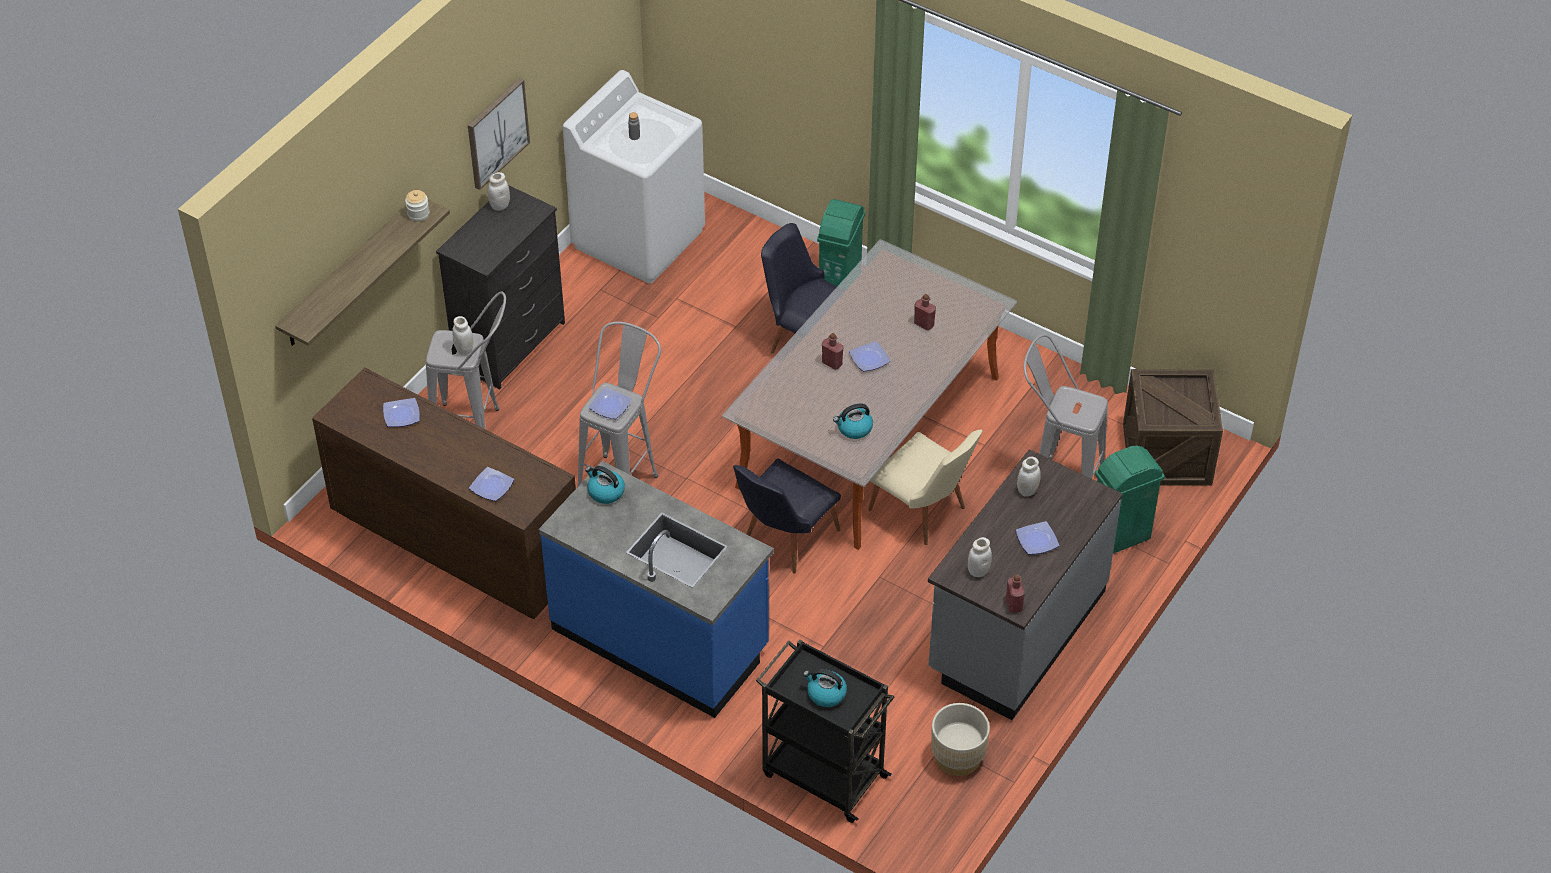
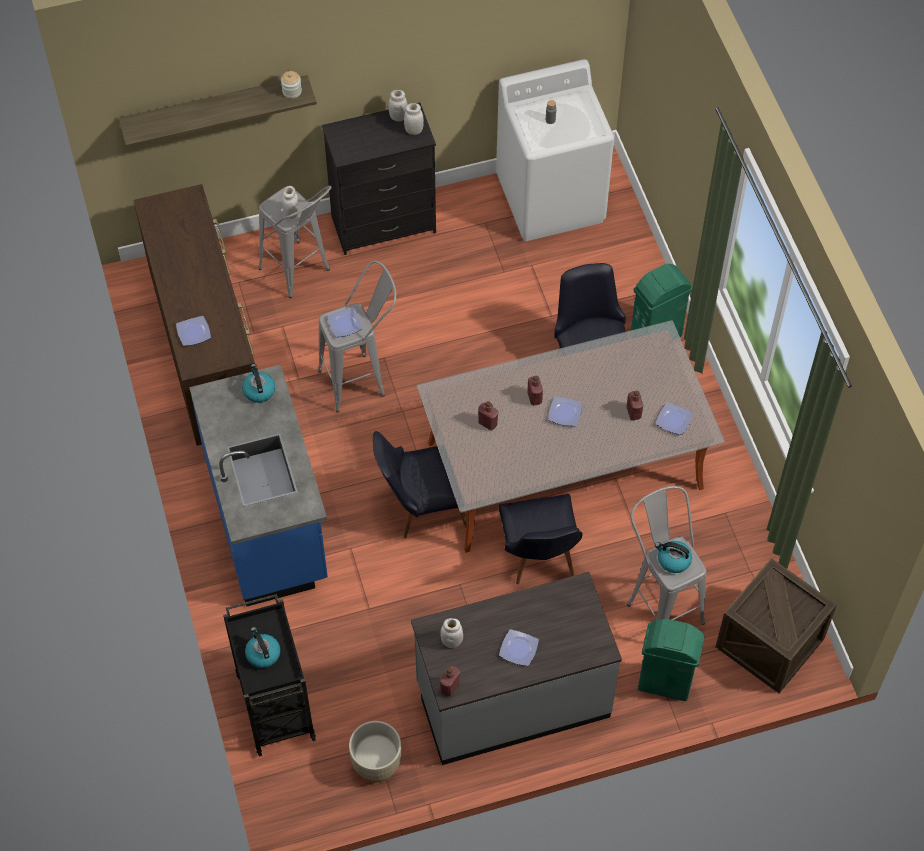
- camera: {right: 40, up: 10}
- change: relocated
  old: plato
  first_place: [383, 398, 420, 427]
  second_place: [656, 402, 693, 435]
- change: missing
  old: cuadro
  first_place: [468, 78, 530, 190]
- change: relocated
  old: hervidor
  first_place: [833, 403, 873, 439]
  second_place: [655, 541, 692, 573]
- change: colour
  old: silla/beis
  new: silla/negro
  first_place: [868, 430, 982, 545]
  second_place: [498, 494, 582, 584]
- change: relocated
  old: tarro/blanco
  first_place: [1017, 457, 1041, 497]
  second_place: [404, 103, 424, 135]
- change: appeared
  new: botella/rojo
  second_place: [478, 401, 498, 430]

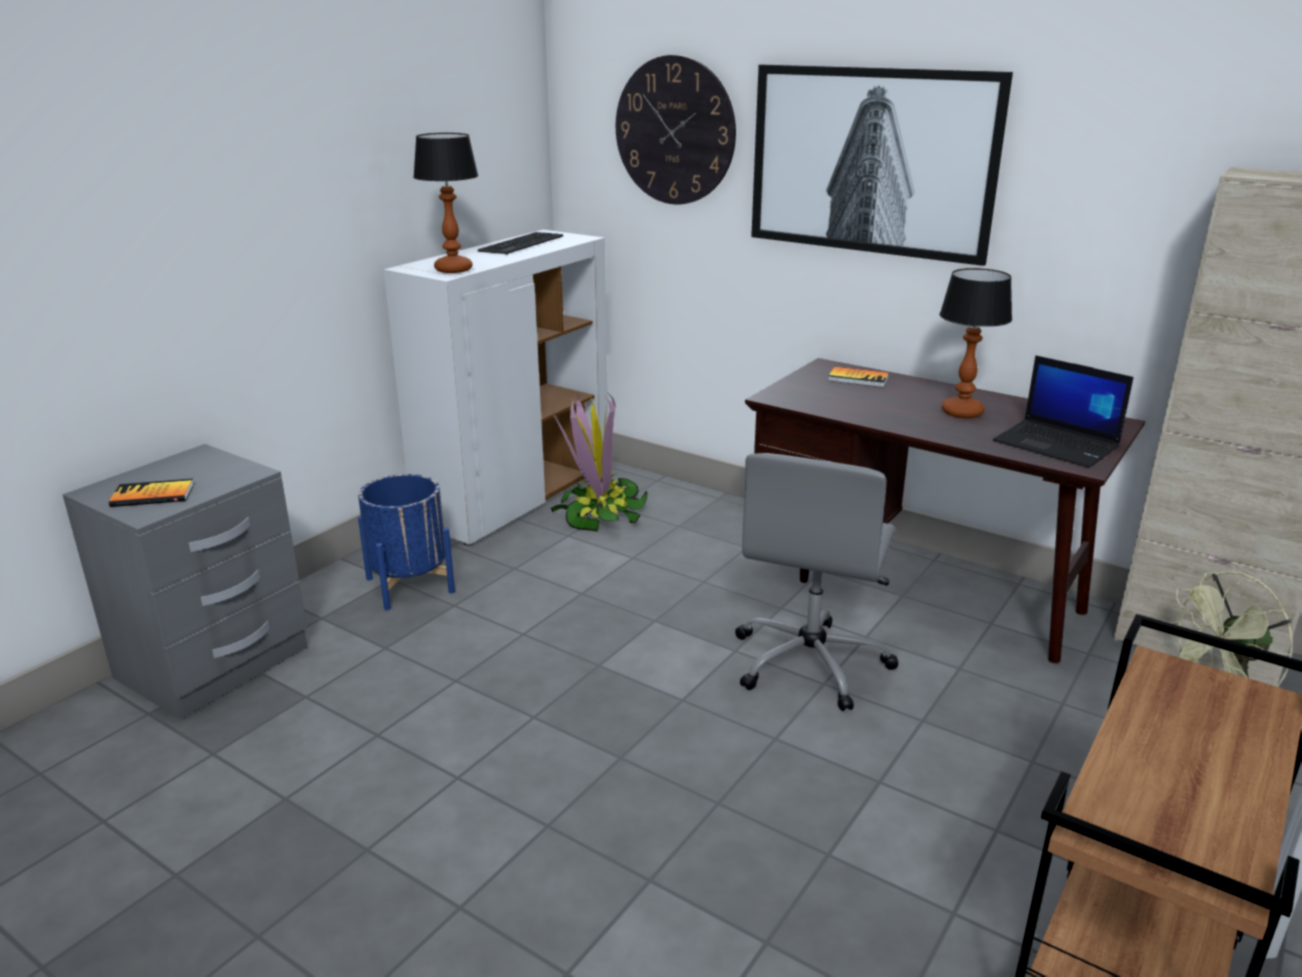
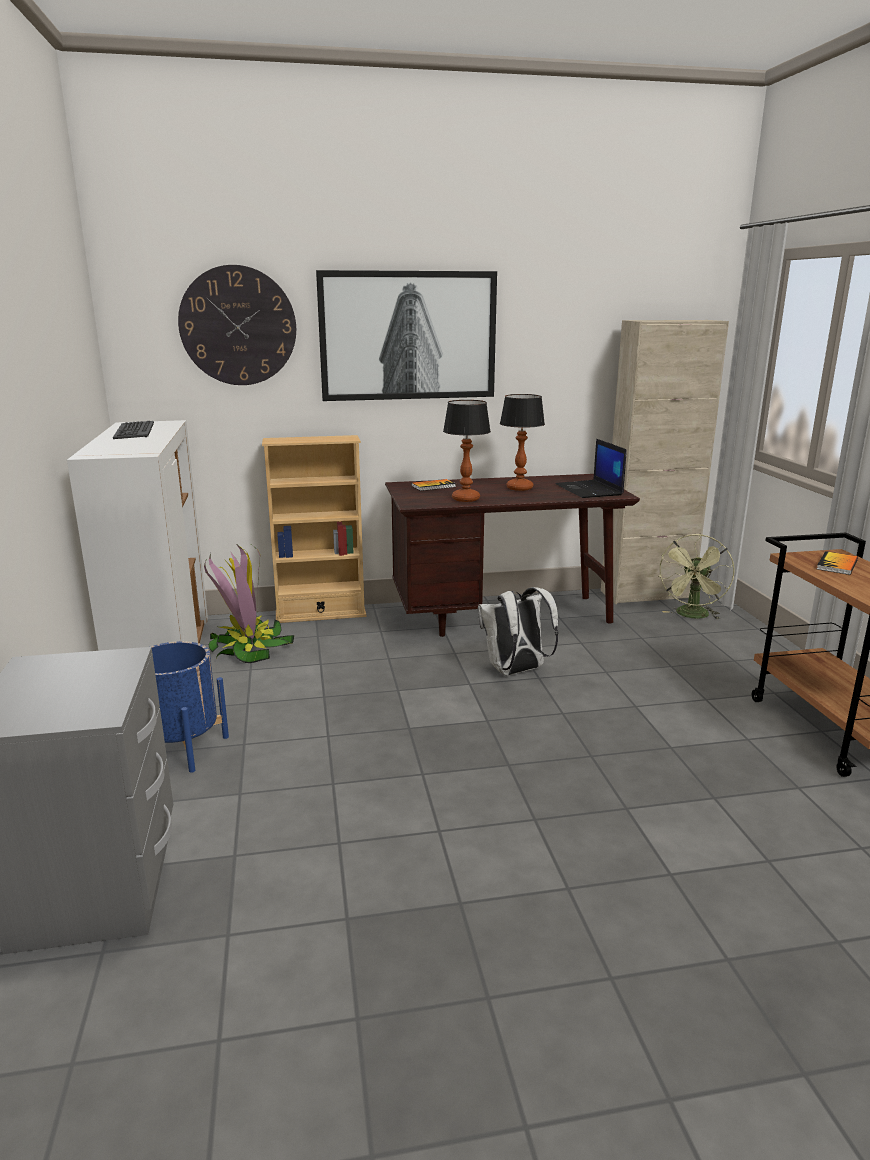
- camera: {right: -45, up: -5}
- change: relocated
  old: libro
  first_place: [109, 479, 194, 507]
  second_place: [817, 551, 858, 575]
- change: relocated
  old: lámpara de mesa
  first_place: [413, 133, 478, 273]
  second_place: [443, 400, 491, 502]
- change: exchanged
  old: silla de oficina/gris
  new: mochila/blanco
  first_place: [735, 453, 899, 711]
  second_place: [478, 587, 559, 675]
- change: spun
  old: portátil
  first_place: [993, 355, 1133, 468]
  second_place: [556, 439, 627, 498]
  degrees: 75
- change: appeared
  new: estantería/beis
  second_place: [262, 435, 366, 623]

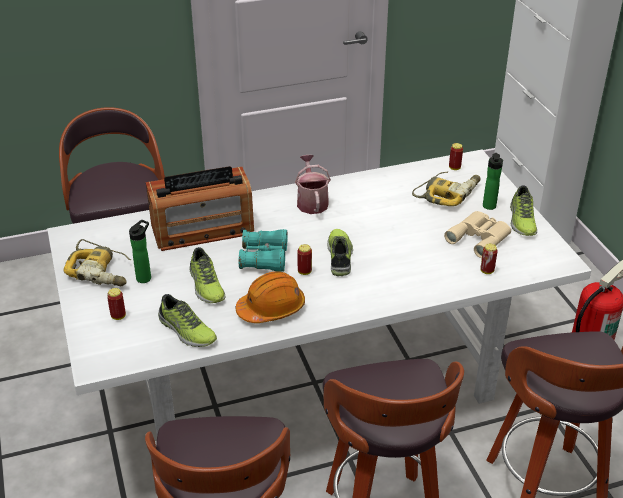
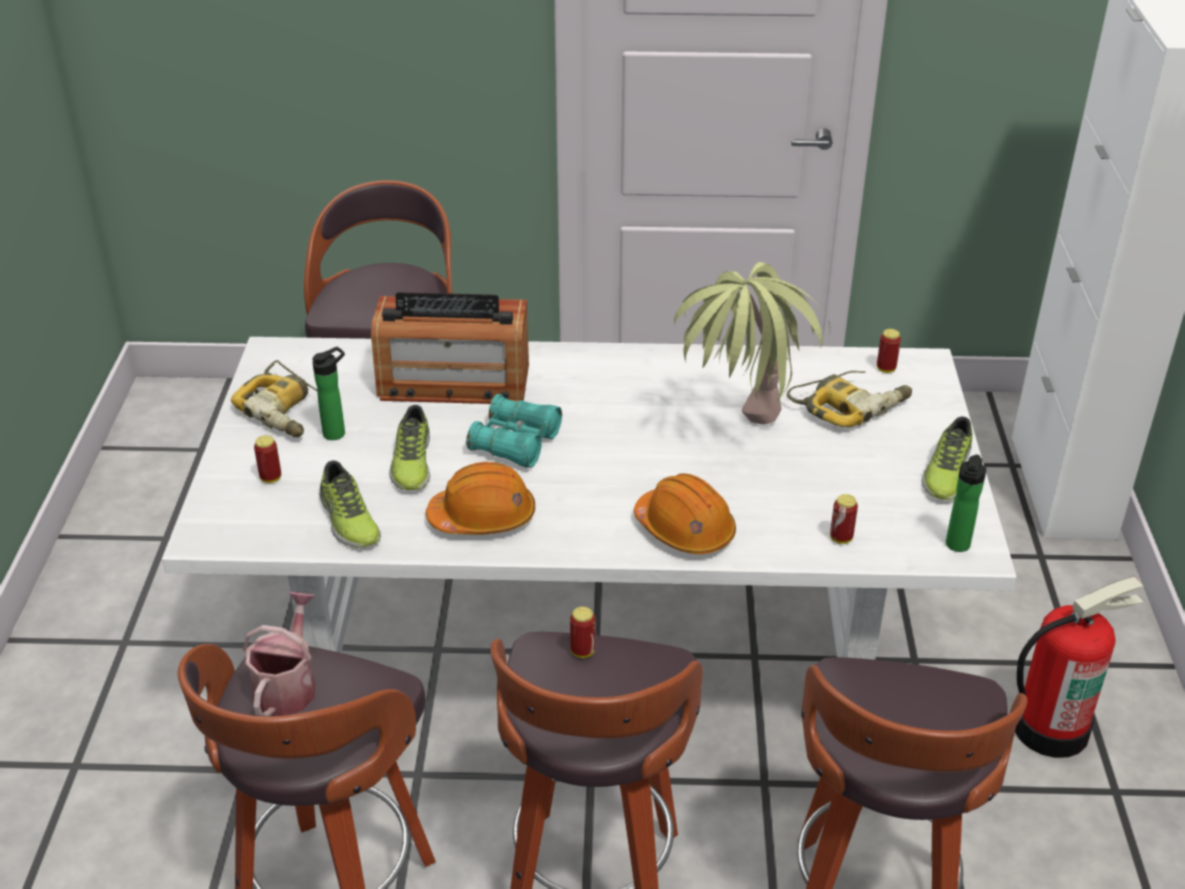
- camera: {right: 20, up: 0}
- change: relocated
  old: regadera
  first_place: [295, 155, 331, 214]
  second_place: [243, 592, 315, 716]
- change: relocated
  old: lata
  first_place: [297, 244, 312, 275]
  second_place: [570, 606, 596, 658]
- change: missing
  old: zapato
  first_place: [327, 229, 353, 276]
- change: missing
  old: prismáticos/beis
  first_place: [444, 211, 511, 258]
- change: relocated
  old: botella
  first_place: [483, 153, 503, 210]
  second_place: [946, 454, 987, 552]
- change: appeared
  new: casco/naranja
  second_place: [634, 473, 736, 554]
- change: appeared
  new: planta en maceta
  second_place: [674, 262, 830, 424]

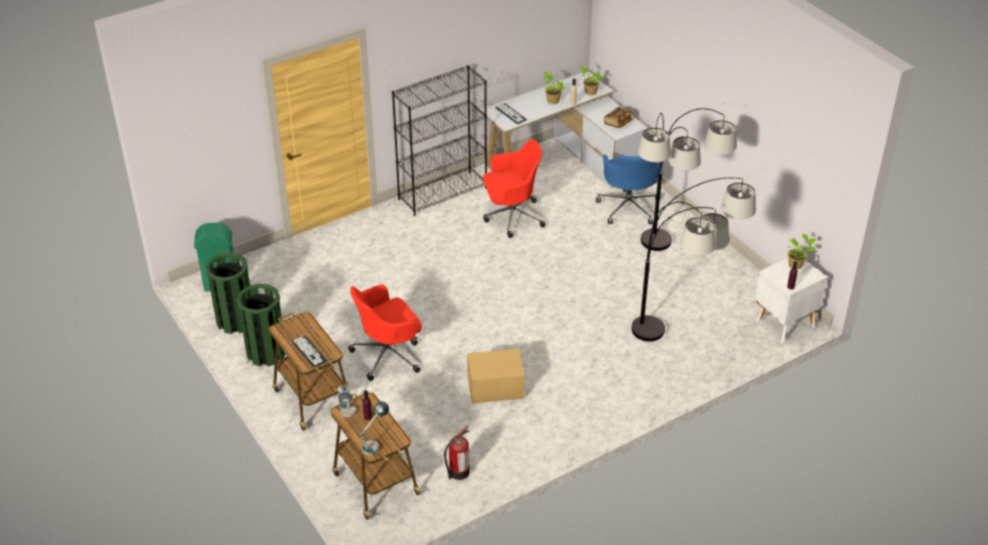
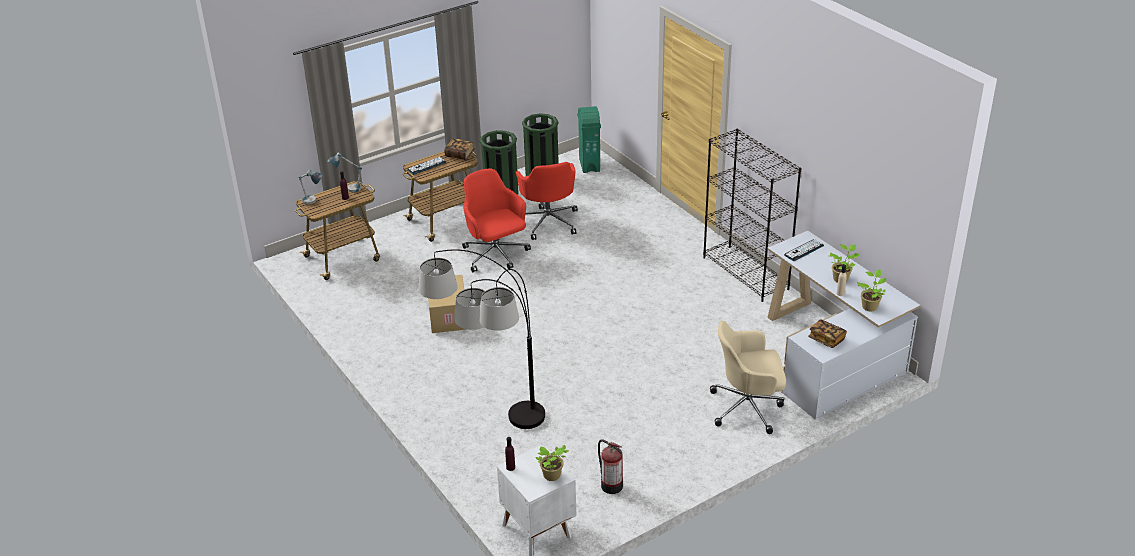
- camera: {right: 90, up: -5}
- change: relocated
  old: extintor
  first_place: [444, 426, 470, 480]
  second_place: [598, 439, 623, 494]
- change: relocated
  old: silla de oficina/rojo
  first_place: [483, 139, 546, 238]
  second_place: [516, 162, 578, 240]
- change: colour
  old: silla de oficina/azul
  new: silla de oficina/beis
  first_place: [596, 155, 660, 224]
  second_place: [710, 321, 786, 434]
- change: missing
  old: lámpara de pie
  first_place: [638, 108, 737, 251]
- change: appeared
  new: libro
  second_place: [444, 138, 475, 160]

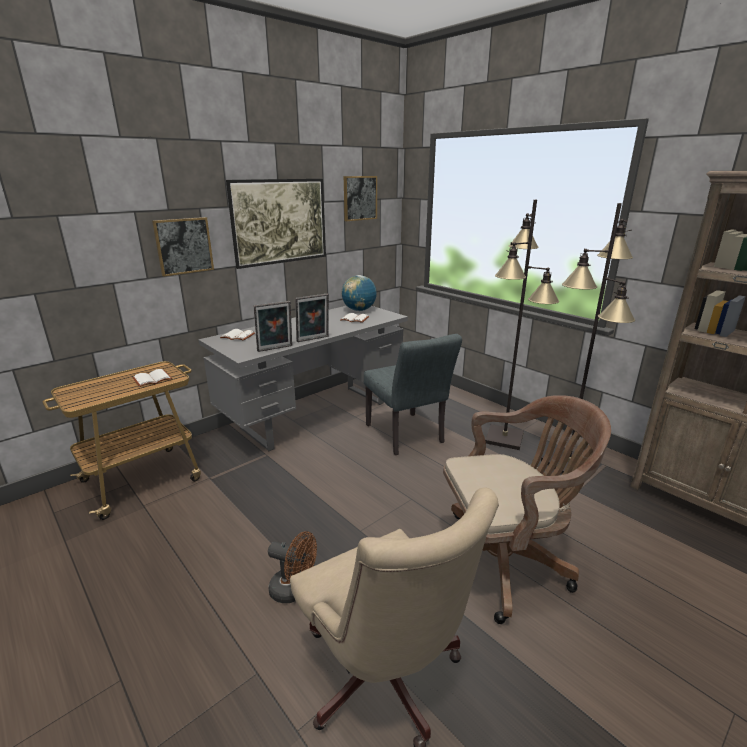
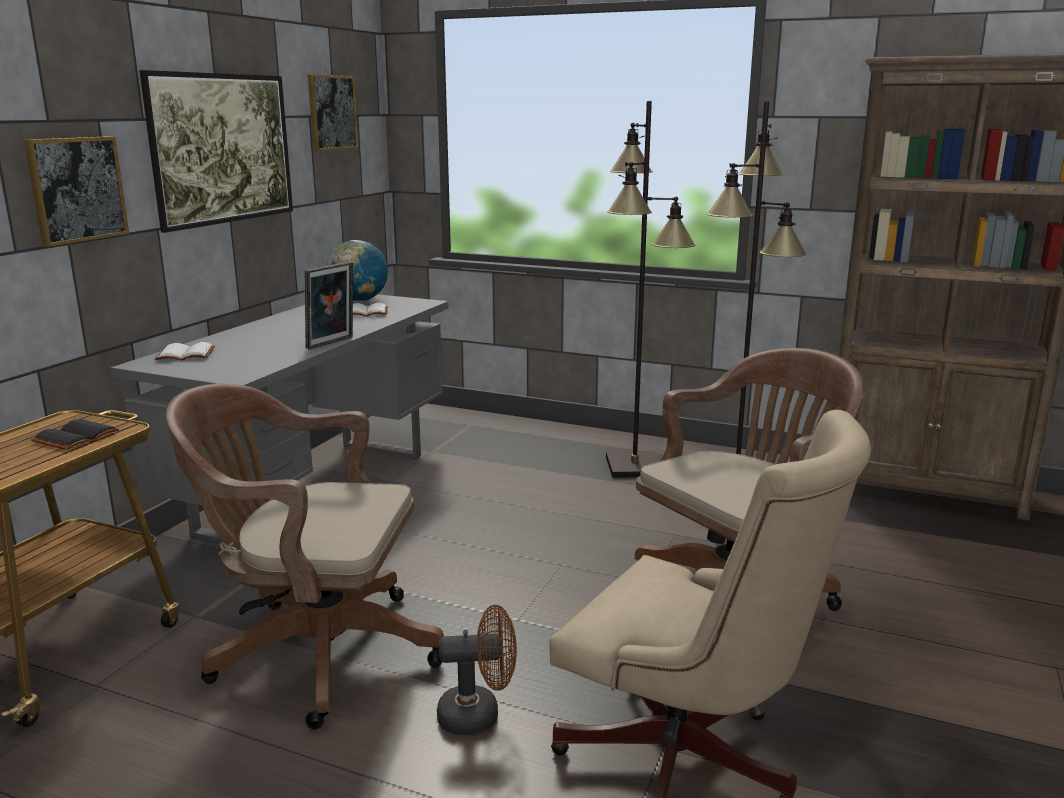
- camera: {right: -25, up: -5}
- change: colour
  old: libro/blanco
  new: libro/negro
  first_place: [132, 369, 172, 387]
  second_place: [31, 419, 119, 450]
- change: missing
  old: portarretratos
  first_place: [254, 301, 292, 352]
- change: missing
  old: silla/gris
  first_place: [364, 334, 462, 455]
- change: appeared
  new: silla de oficina/marrón
  second_place: [165, 384, 444, 729]

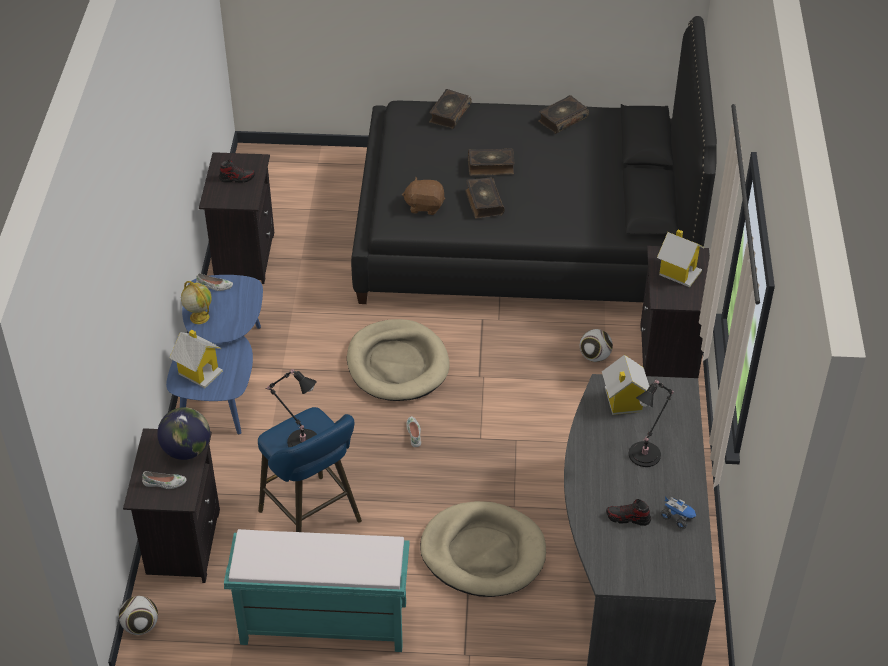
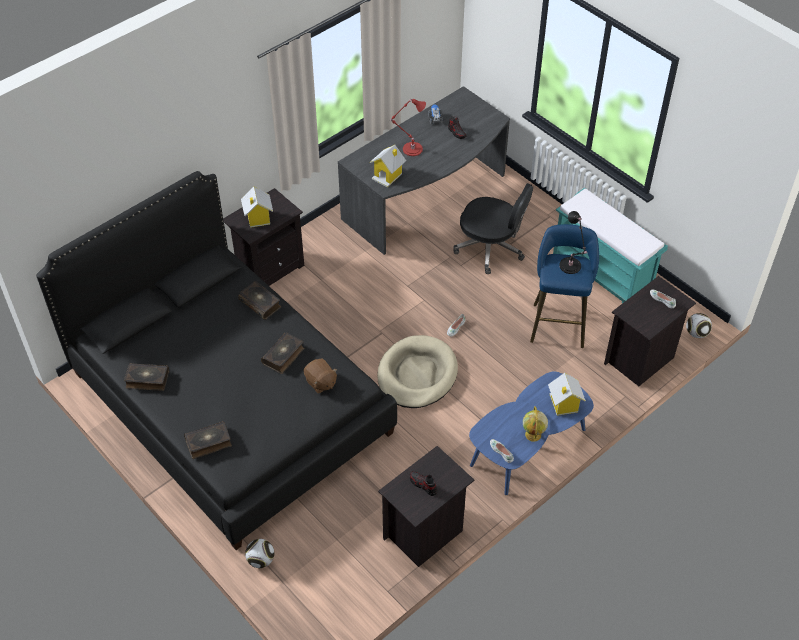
- camera: {right: -135, up: 5}
- change: missing
  old: globo terráqueo
  first_place: [157, 407, 210, 460]
- change: exchanged
  old: cama para perro/beis
  new: silla de oficina/negro
  first_place: [420, 501, 546, 597]
  second_place: [453, 183, 533, 274]
- change: relocated
  old: libro
  first_place: [468, 148, 515, 176]
  second_place: [238, 281, 281, 320]
- change: relocated
  old: balón de fútbol
  first_place: [580, 329, 613, 362]
  second_place: [245, 539, 274, 568]
- change: colour
  old: lámpara de mesa/negro
  new: lámpara de mesa/rojo
  first_place: [629, 379, 674, 467]
  second_place: [390, 99, 426, 156]

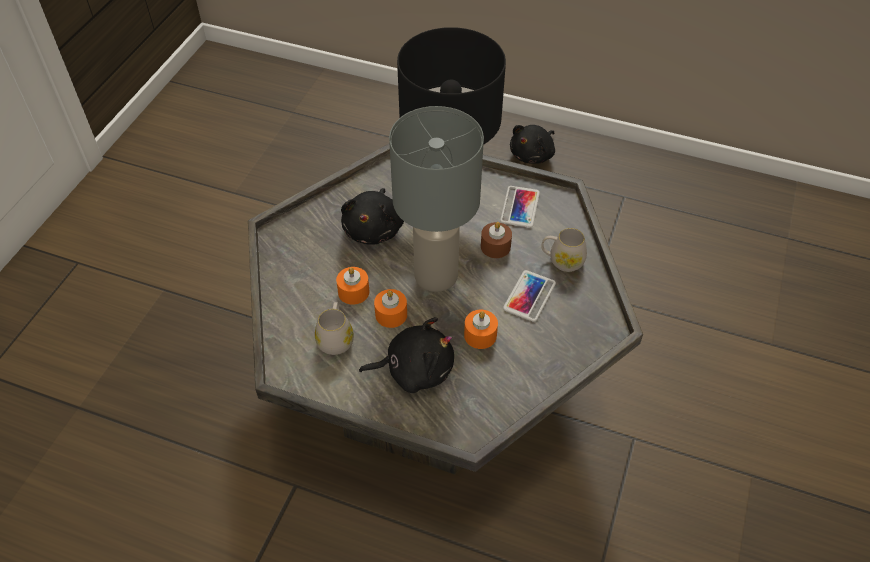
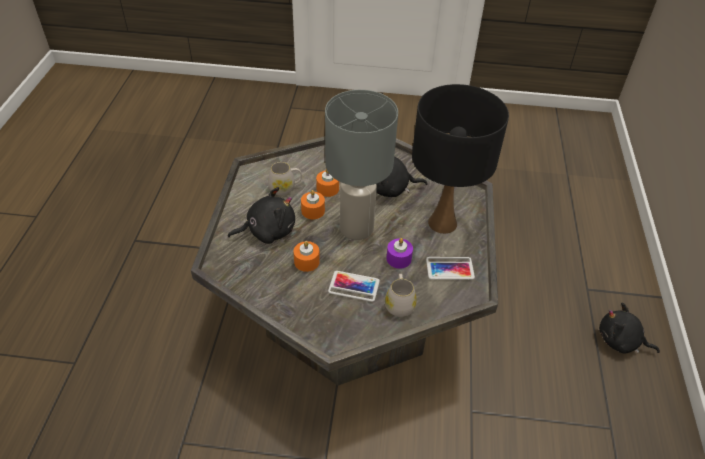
- camera: {right: 75, up: -5}
- change: spun
  old: peluche/negro
  first_place: [359, 317, 454, 393]
  second_place: [228, 187, 295, 244]
  degrees: -90
- change: colour
  old: vela/marrón
  new: vela/morado
  first_place: [481, 222, 512, 258]
  second_place: [387, 238, 413, 269]

